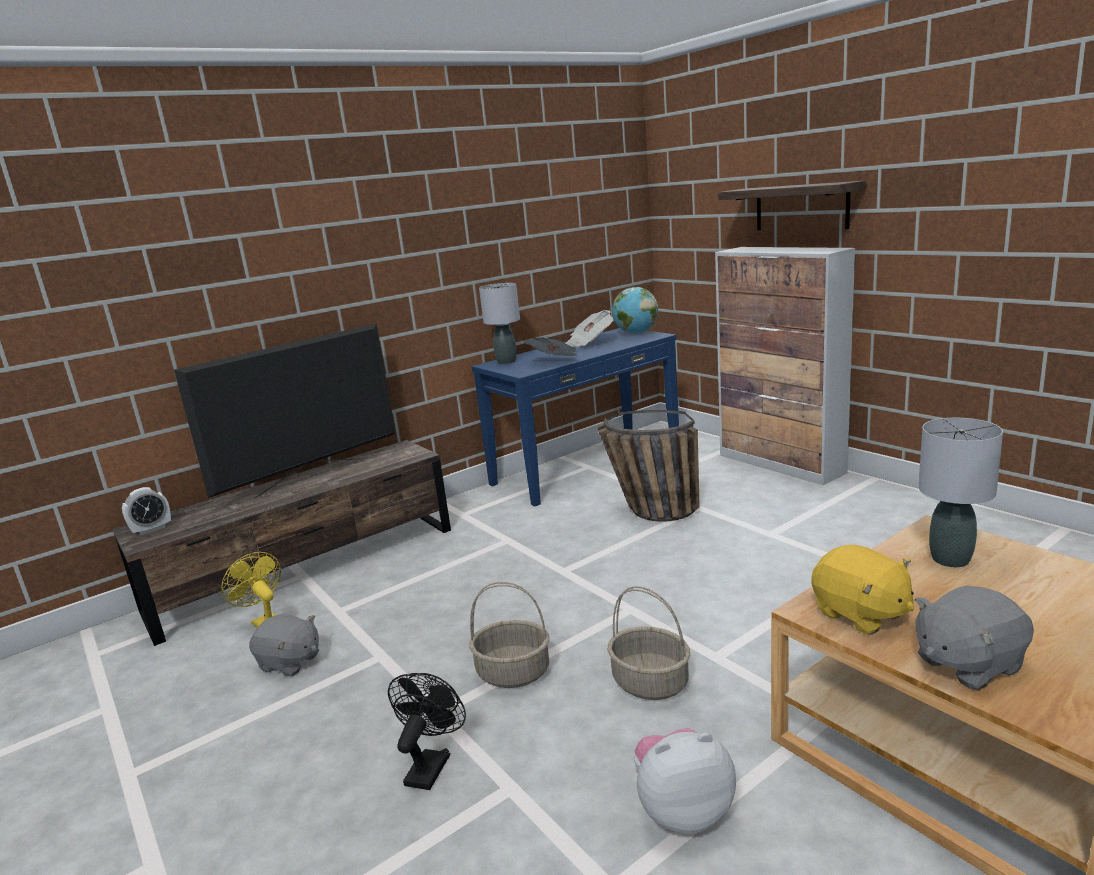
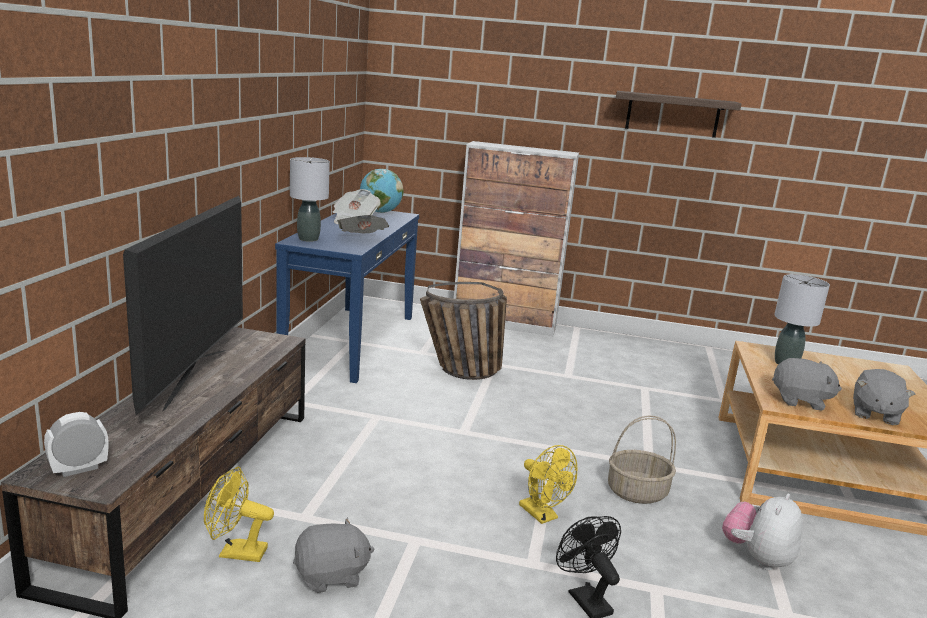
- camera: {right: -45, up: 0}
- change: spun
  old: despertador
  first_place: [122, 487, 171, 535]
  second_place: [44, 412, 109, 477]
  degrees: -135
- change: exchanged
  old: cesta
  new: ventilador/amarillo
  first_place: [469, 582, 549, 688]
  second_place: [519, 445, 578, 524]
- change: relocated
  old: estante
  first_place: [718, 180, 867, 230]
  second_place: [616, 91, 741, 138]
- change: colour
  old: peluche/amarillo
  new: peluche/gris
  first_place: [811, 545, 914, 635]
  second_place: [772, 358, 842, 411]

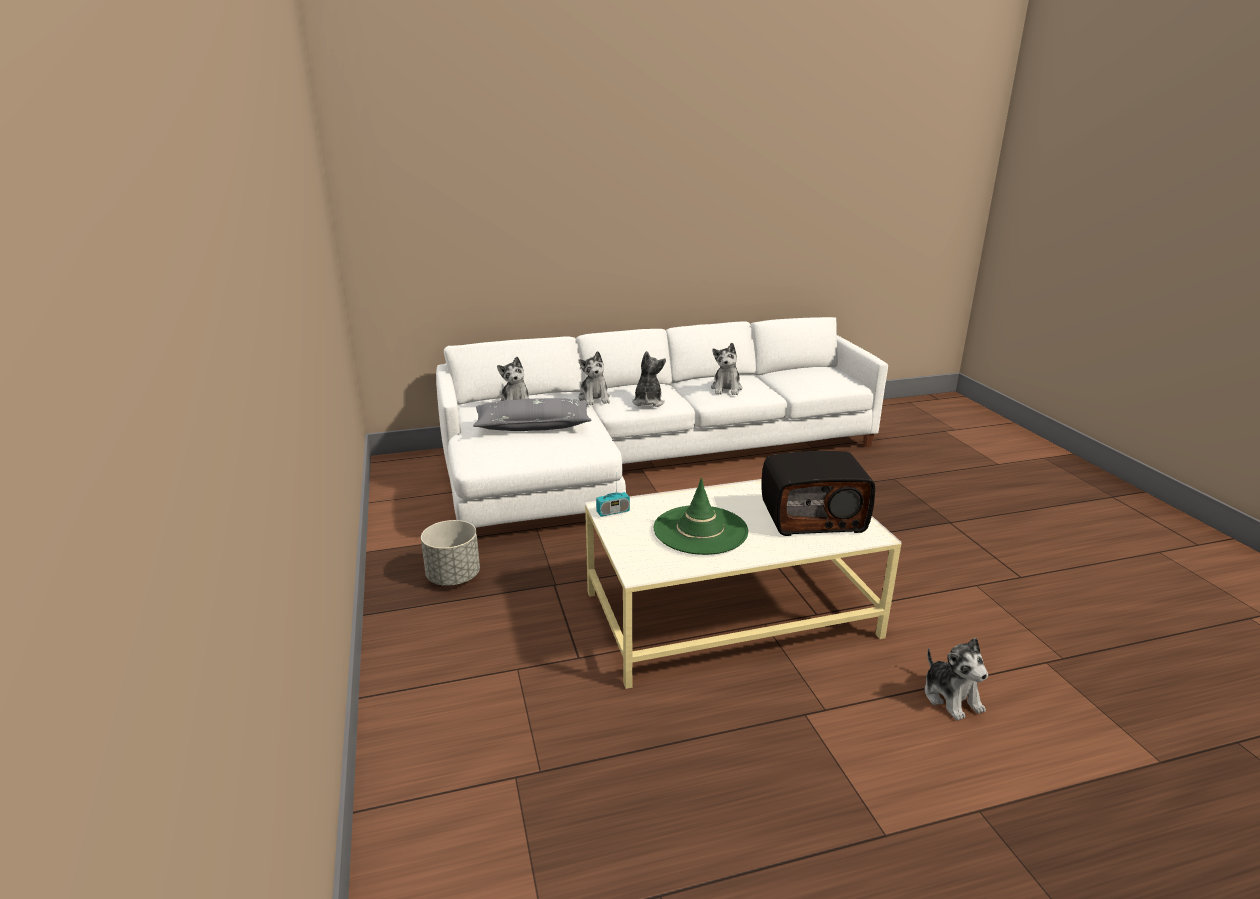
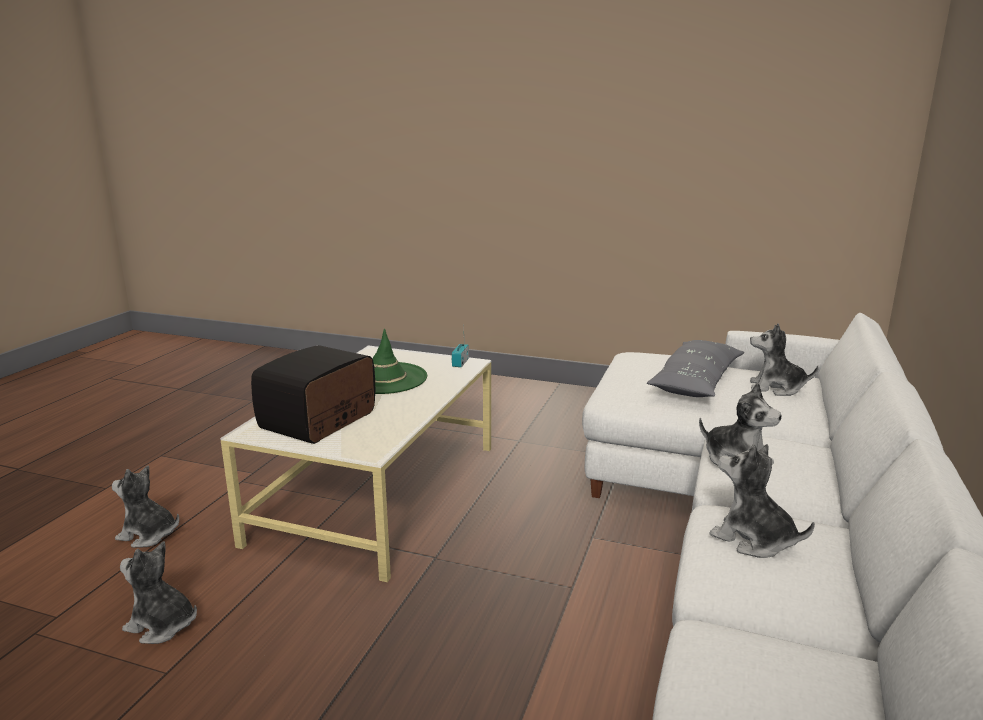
- camera: {right: 125, up: -5}
- change: missing
  old: maceta/gris
  first_place: [421, 520, 480, 586]
- change: relocated
  old: peluche
  first_place: [579, 351, 610, 406]
  second_place: [120, 541, 197, 644]

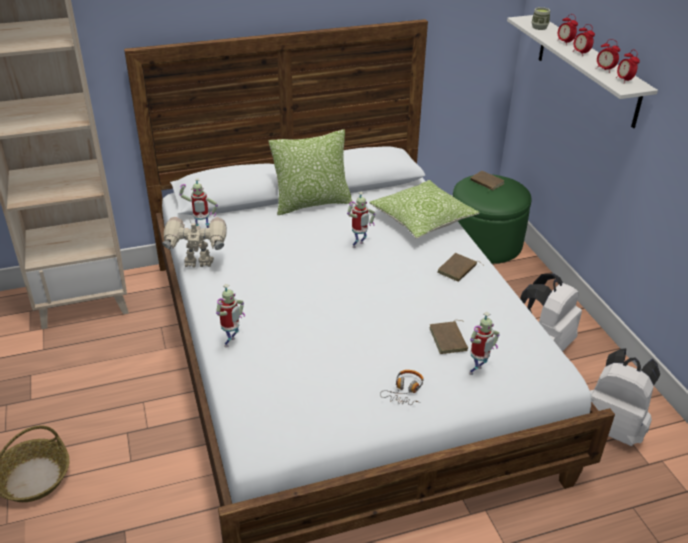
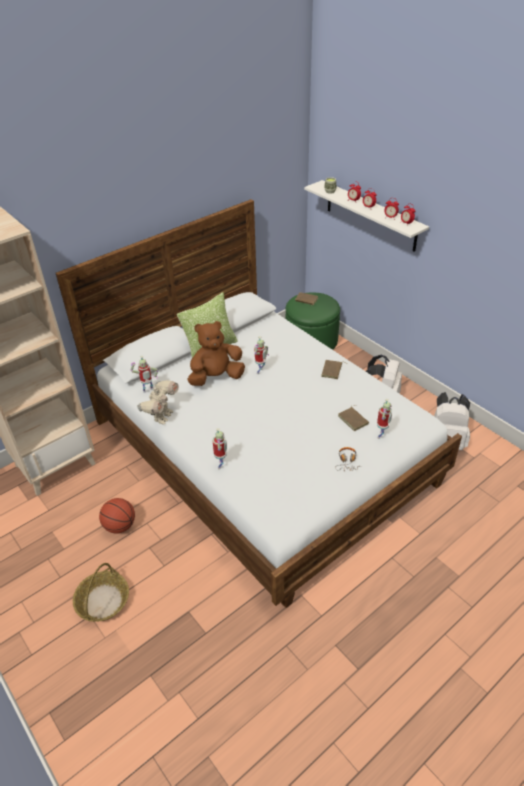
- camera: {right: -20, up: 5}
- change: spun
  old: robot de juguete
  first_place: [162, 217, 227, 268]
  second_place: [137, 380, 179, 425]
  degrees: 135
- change: missing
  old: cojín
  first_place: [369, 180, 479, 239]
- change: appeared
  new: balón de baloncesto
  second_place: [99, 498, 135, 534]
- change: appeared
  new: peluche/marrón
  second_place: [187, 321, 245, 386]

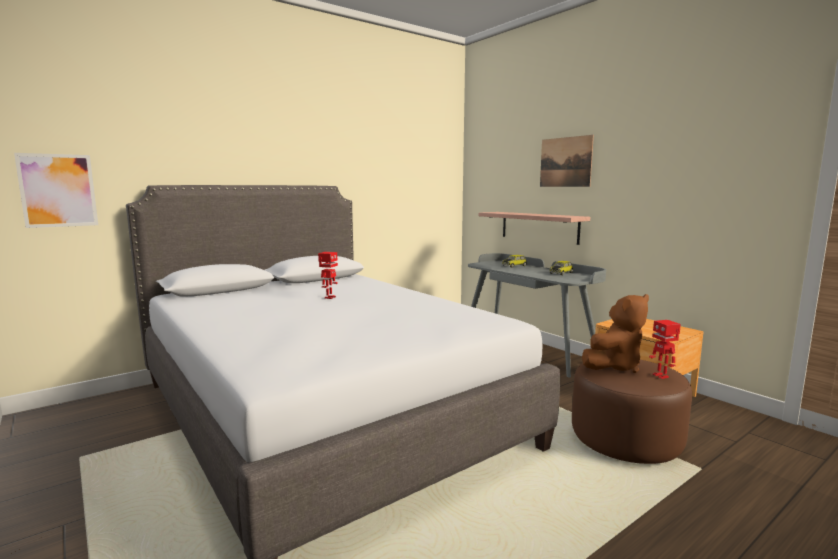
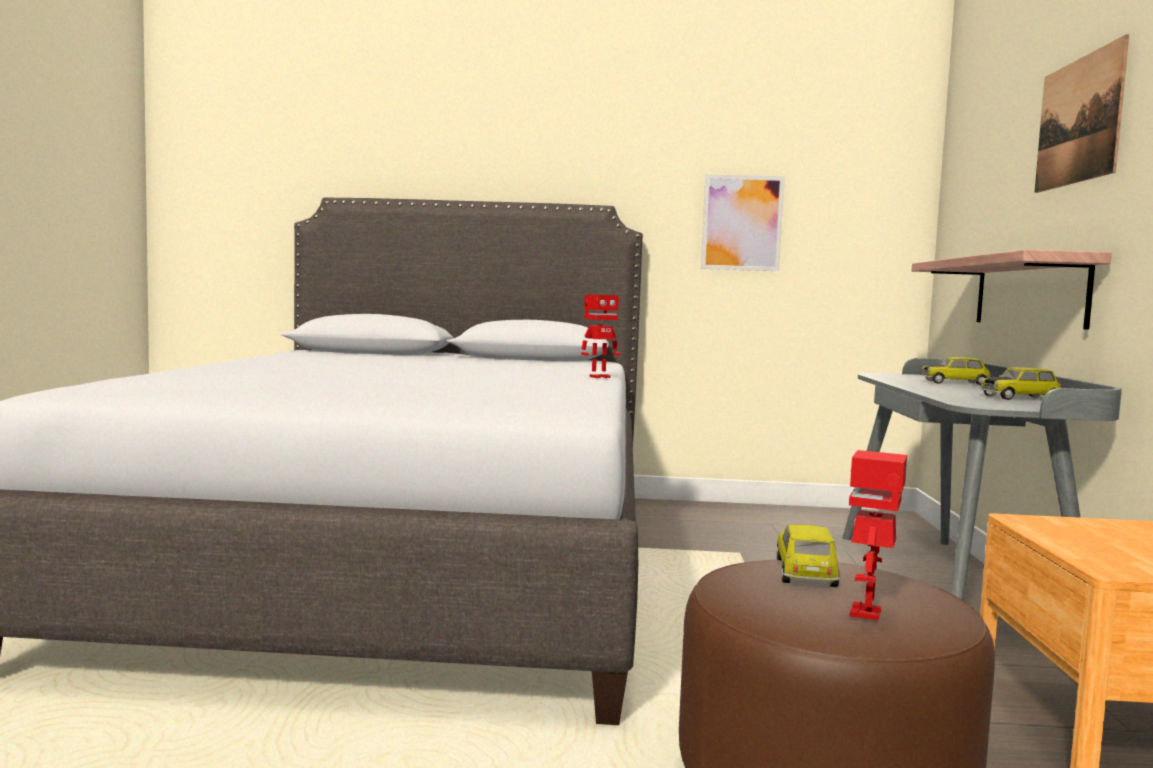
- camera: {right: 40, up: -5}
- change: relocated
  old: cuadro
  first_place: [14, 153, 98, 228]
  second_place: [701, 174, 785, 271]
- change: relocated
  old: robot de juguete
  first_place: [318, 252, 338, 299]
  second_place: [581, 294, 621, 378]
- change: exchanged
  old: peluche/marrón
  new: coche de juguete
  first_place: [582, 294, 649, 373]
  second_place: [776, 524, 840, 587]

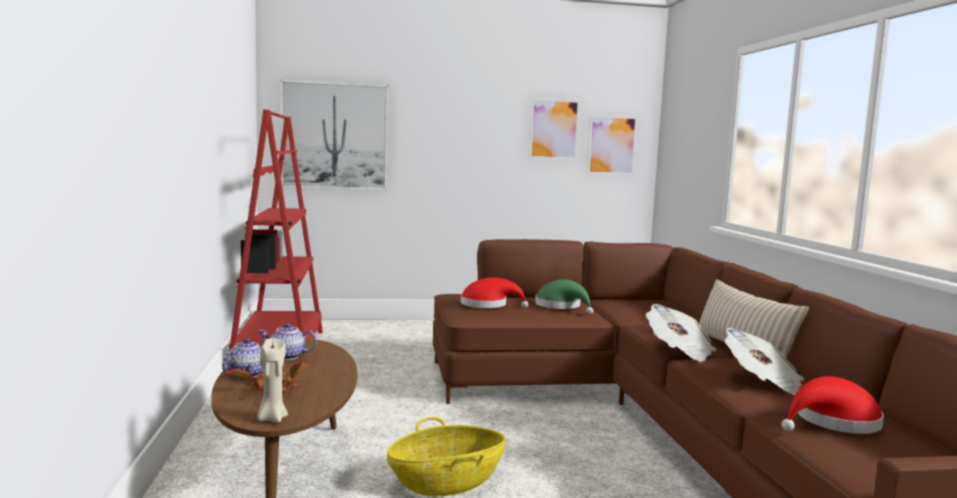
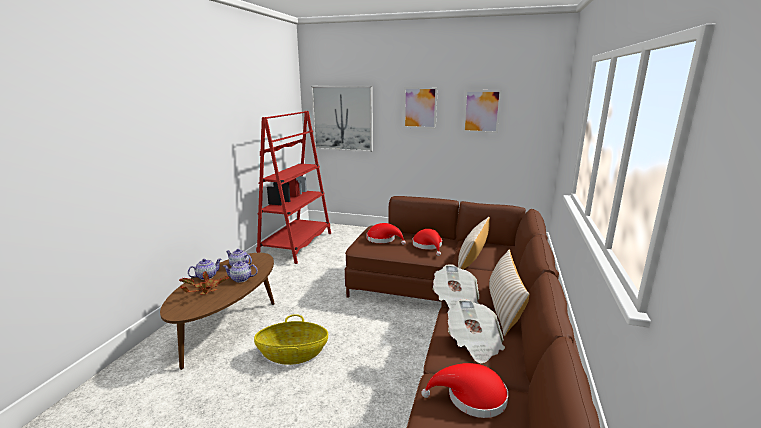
- camera: {right: 25, up: 10}
- change: missing
  old: vela/beis
  first_place: [257, 338, 288, 422]
- change: colour
  old: sombrero/verde
  new: sombrero/rojo
  first_place: [535, 279, 593, 314]
  second_place: [412, 229, 442, 256]
- change: relocated
  old: cuadro
  first_place: [586, 114, 638, 176]
  second_place: [403, 87, 438, 129]
- change: appeared
  new: tetera
  second_place: [223, 261, 258, 283]
- change: appeared
  new: cojín/beis
  second_place: [458, 217, 490, 270]

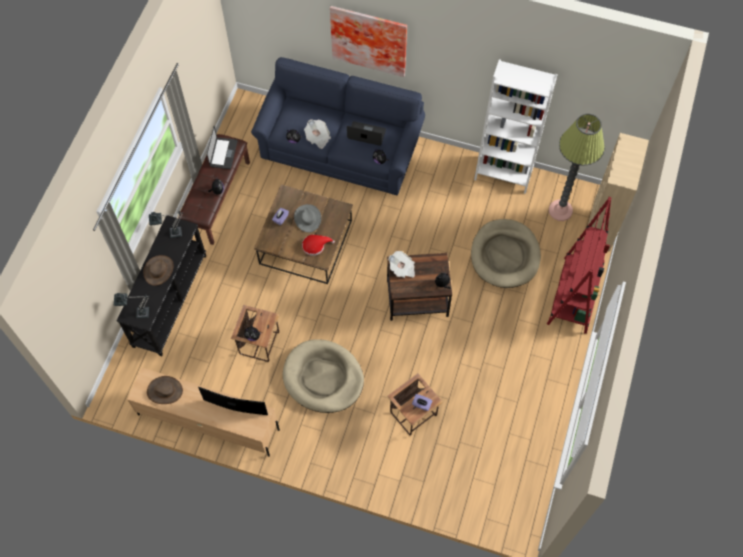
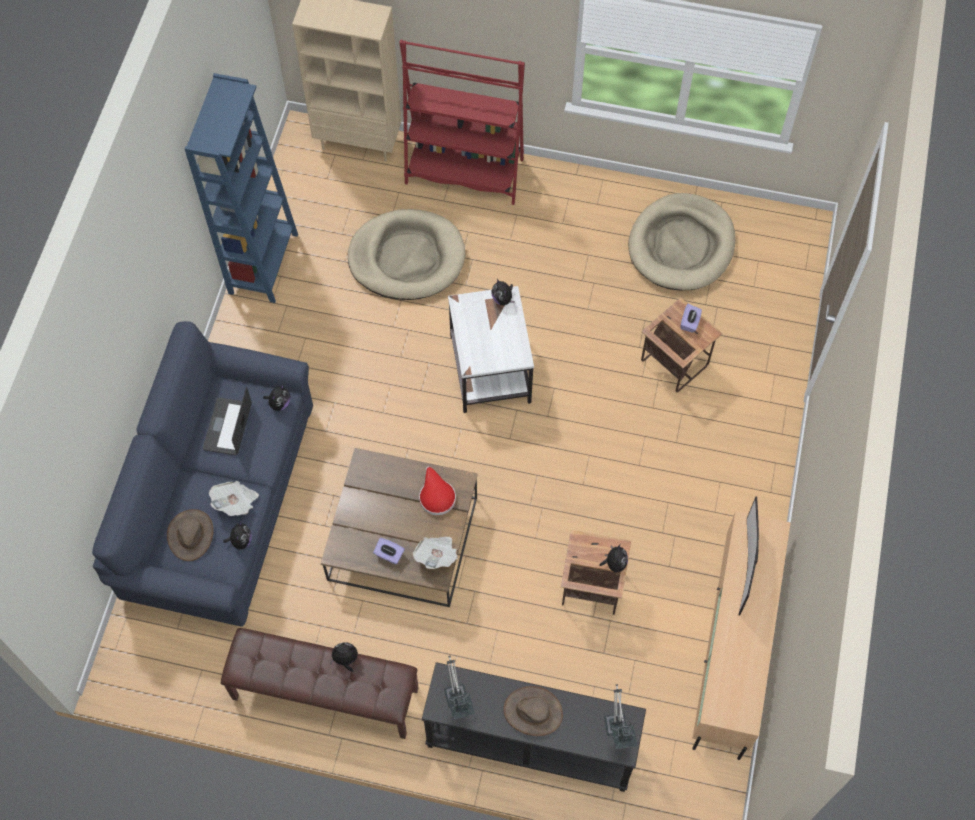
- camera: {right: -95, up: 0}
- change: relocated
  old: sombrero/marrón
  first_place: [147, 376, 183, 404]
  second_place: [167, 509, 214, 561]
- change: missing
  old: portátil
  first_place: [207, 126, 238, 169]
- change: relocated
  old: cama para perro/beis
  first_place: [283, 340, 364, 413]
  second_place: [628, 193, 736, 290]
- change: missing
  old: sombrero/gris
  first_place: [294, 204, 321, 233]
- change: missing
  old: cuadro
  first_place: [330, 6, 407, 77]
- change: colour
  old: mesa auxiliar/marrón
  new: mesa auxiliar/blanco
  first_place: [387, 253, 452, 321]
  second_place: [448, 286, 534, 413]
- change: relocated
  old: periódico
  first_place: [388, 251, 415, 278]
  second_place: [413, 537, 458, 569]
- change: colour
  old: estantería/blanco
  new: estantería/azul
  first_place: [474, 59, 558, 194]
  second_place: [185, 73, 298, 303]
- change: missing
  old: lámpara de pie
  first_place: [549, 114, 605, 221]

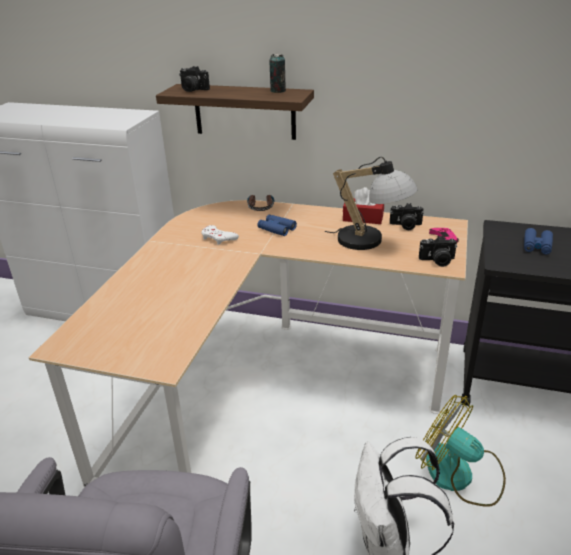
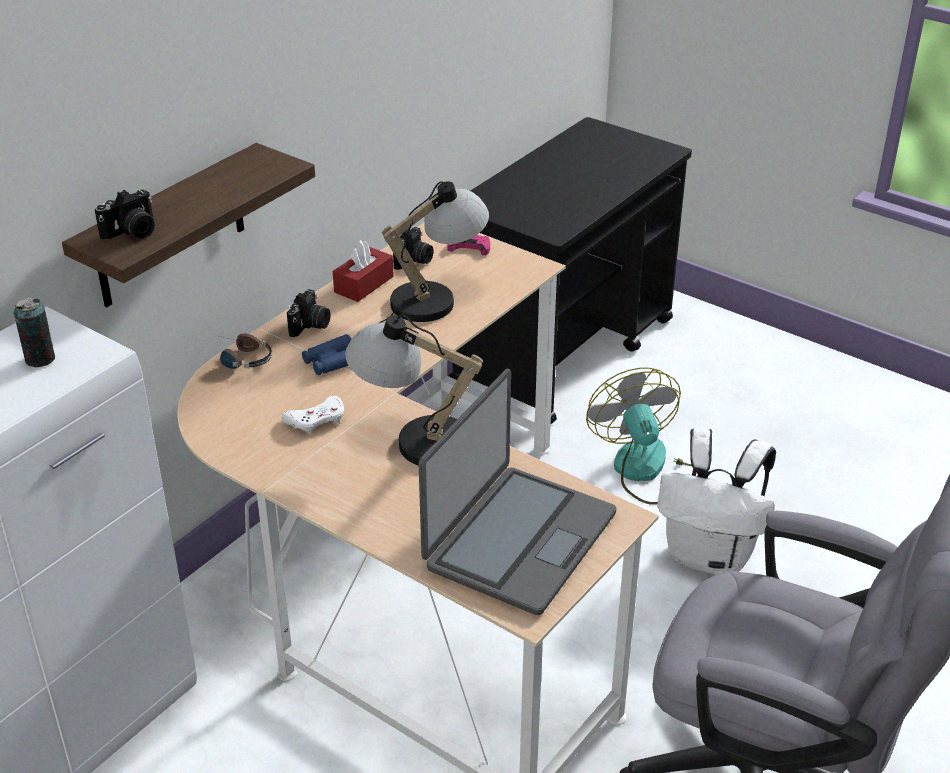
- camera: {right: -70, up: 5}
- change: relocated
  old: lata
  first_place: [269, 54, 286, 93]
  second_place: [13, 297, 55, 367]
- change: spun
  old: ventilador
  first_place: [415, 395, 506, 507]
  second_place: [586, 368, 692, 505]
  degrees: 105
- change: relocated
  old: cámara
  first_place: [419, 236, 457, 267]
  second_place: [287, 289, 330, 337]
- change: missing
  old: prismáticos/azul
  first_place: [524, 228, 553, 255]
- change: appeared
  new: lámpara de mesa
  second_place: [345, 315, 483, 466]
- change: appeared
  new: portátil
  second_place: [418, 369, 616, 615]

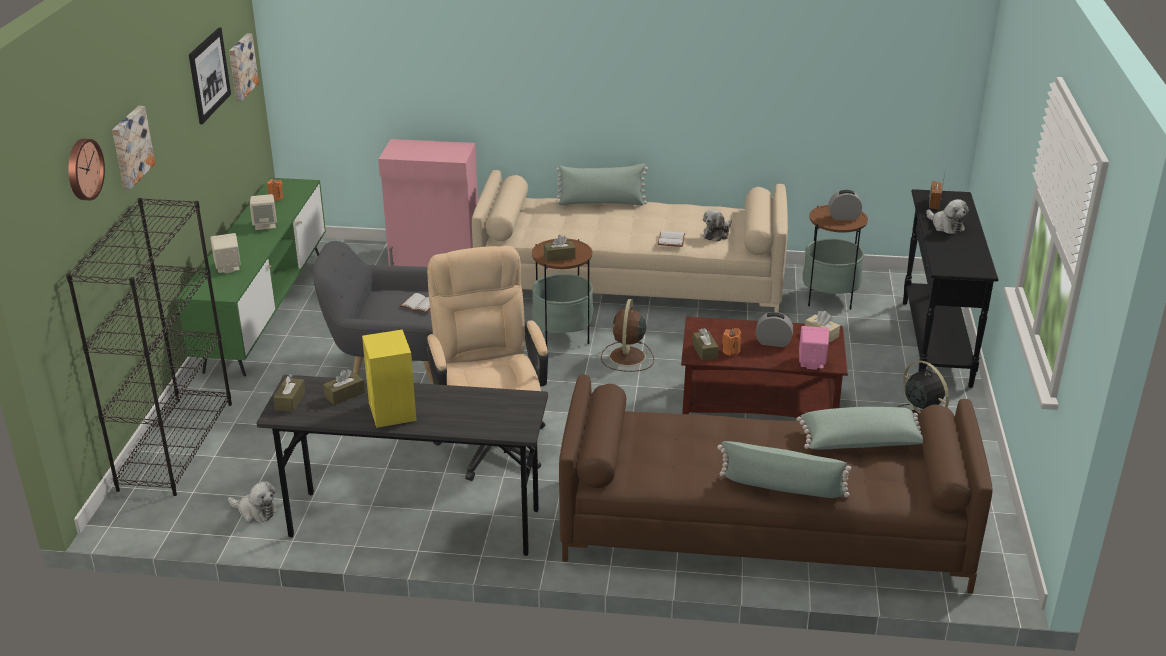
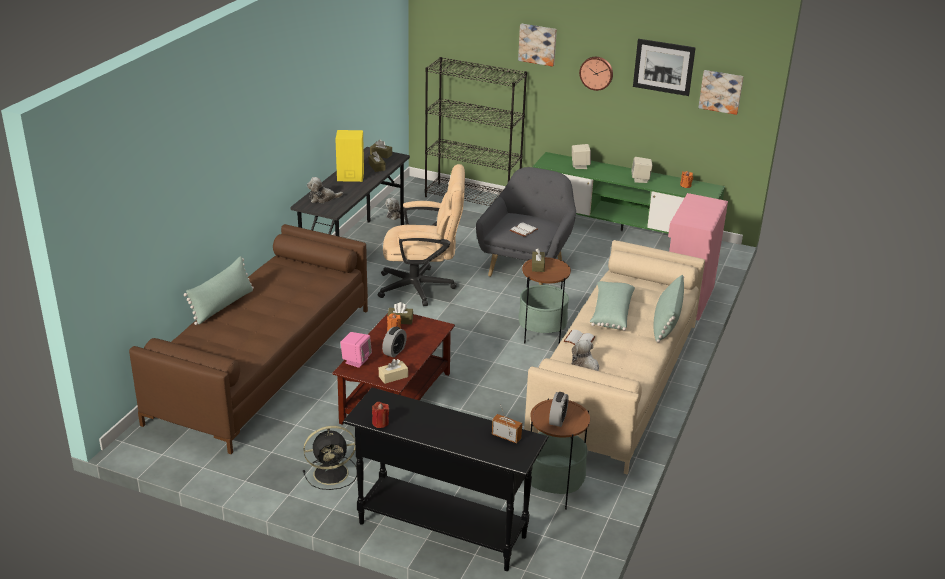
- camera: {right: 105, up: 0}
- change: relocated
  old: reloj de pared
  first_place: [68, 139, 105, 200]
  second_place: [579, 57, 613, 91]
- change: missing
  old: ventilador/marrón
  first_place: [601, 299, 654, 372]
- change: relocated
  old: cojín/verde
  first_place: [797, 407, 923, 450]
  second_place: [589, 281, 635, 331]
- change: relocated
  old: peluche
  first_place: [926, 199, 969, 234]
  second_place: [307, 177, 343, 203]
- change: appeared
  new: vela/rojo
  second_place: [372, 402, 389, 428]

